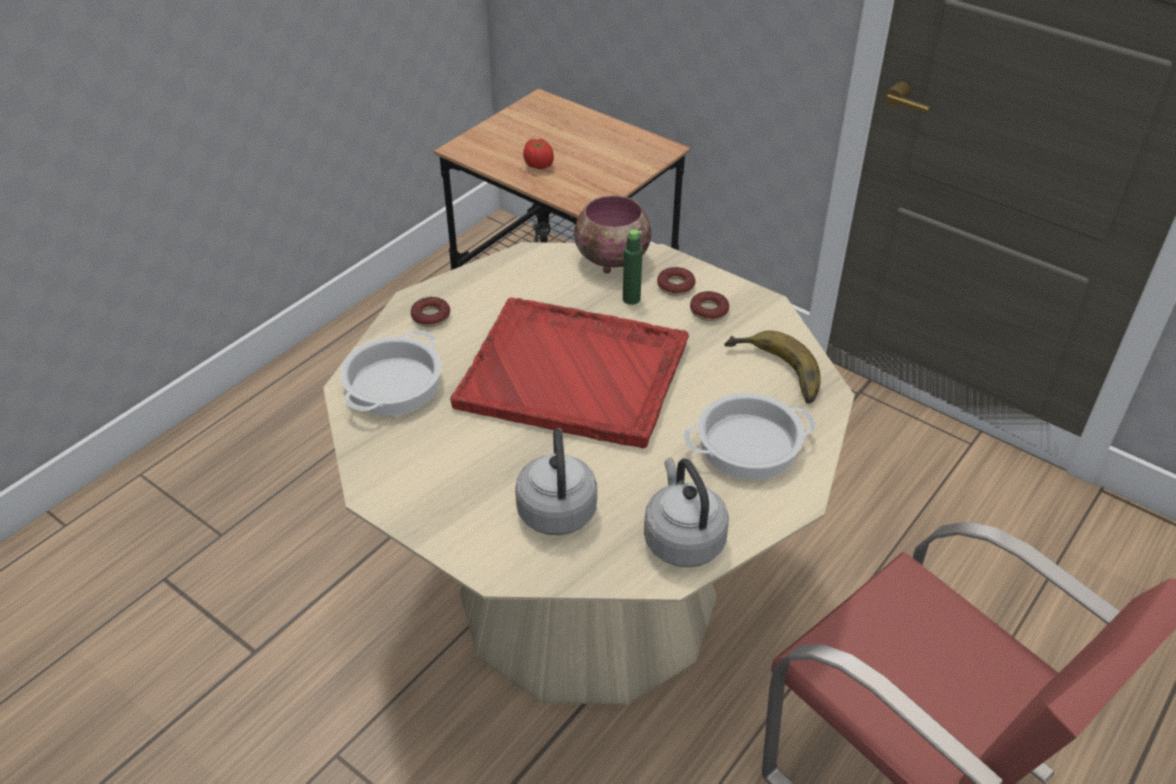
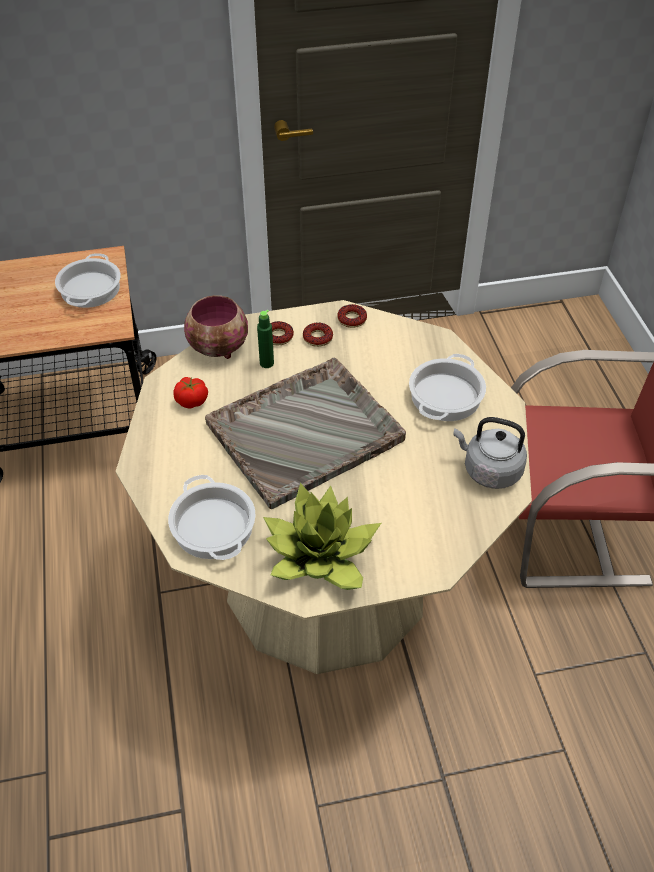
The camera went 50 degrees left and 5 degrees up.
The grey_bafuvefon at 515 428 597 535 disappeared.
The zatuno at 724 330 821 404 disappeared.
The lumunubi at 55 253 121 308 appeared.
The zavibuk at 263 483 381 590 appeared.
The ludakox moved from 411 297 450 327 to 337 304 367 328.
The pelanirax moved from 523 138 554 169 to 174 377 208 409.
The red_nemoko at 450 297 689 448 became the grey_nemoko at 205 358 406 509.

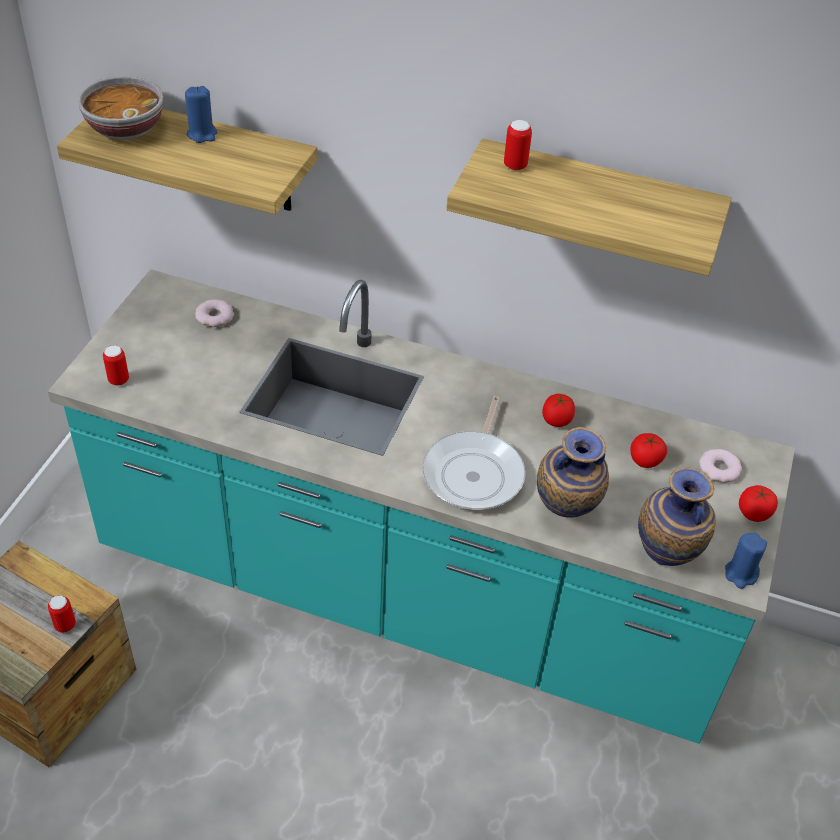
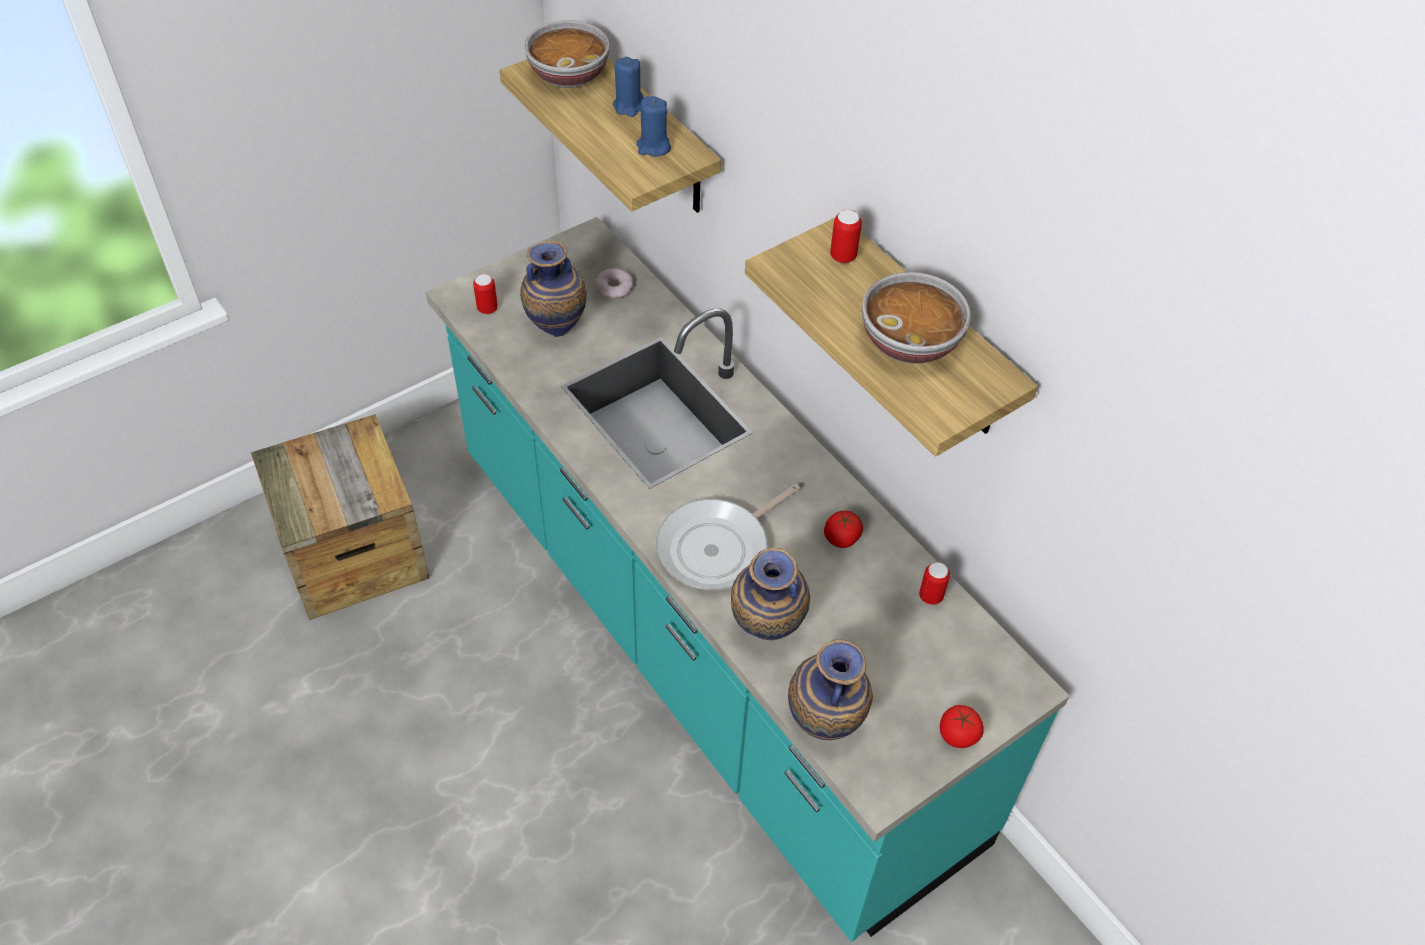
The camera went 35 degrees right and 5 degrees up.
The pelanirax at 630 433 667 468 disappeared.
The ludakox at 699 449 742 483 disappeared.
The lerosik at 520 241 587 337 appeared.
The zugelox at 862 272 971 364 appeared.
The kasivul moved from 48 595 76 633 to 919 562 950 605.
The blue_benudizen moved from 725 533 767 589 to 636 96 671 157.

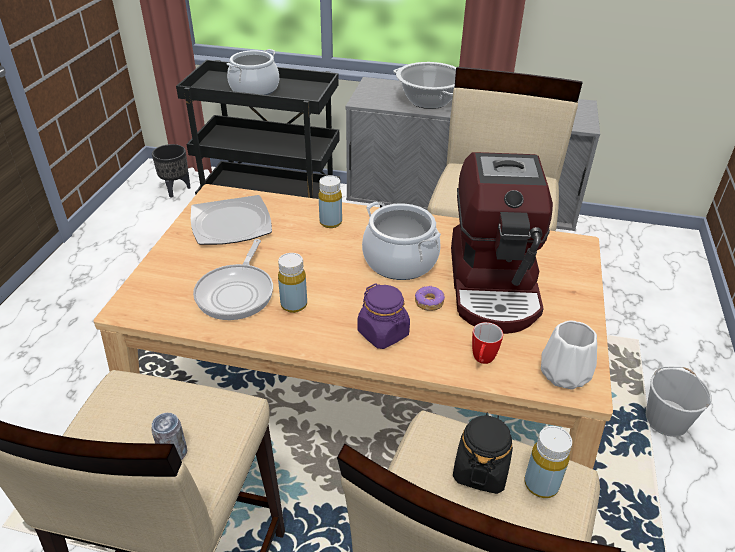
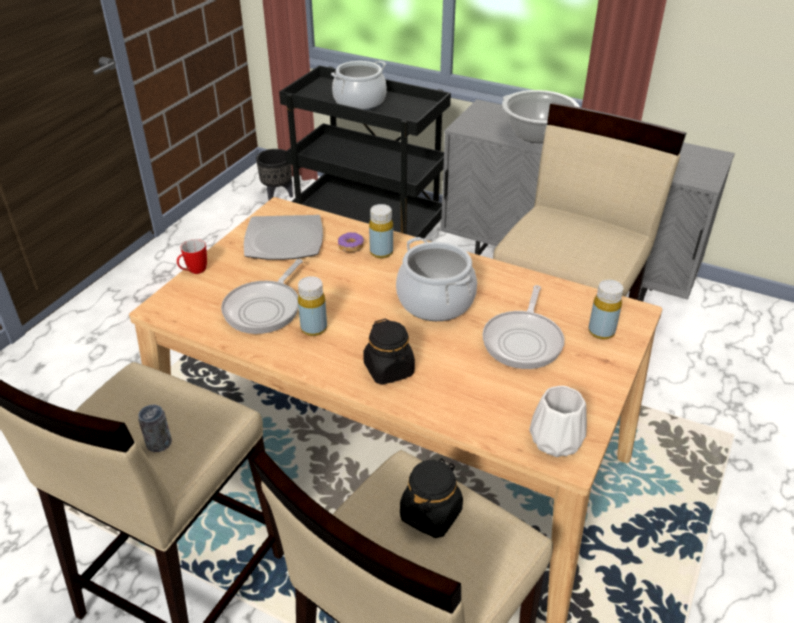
The camera went 15 degrees right and 0 degrees up.
The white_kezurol at 646 367 712 437 disappeared.
The ludakox moved from 415 286 445 311 to 338 232 364 253.
The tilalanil moved from 472 322 503 364 to 177 239 207 274.
The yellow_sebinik moved from 524 426 572 498 to 588 280 624 340.
The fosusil at 451 152 553 334 was replaced by the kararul at 482 285 564 369.
The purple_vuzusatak at 357 283 410 349 became the black_vuzusatak at 363 319 415 385.

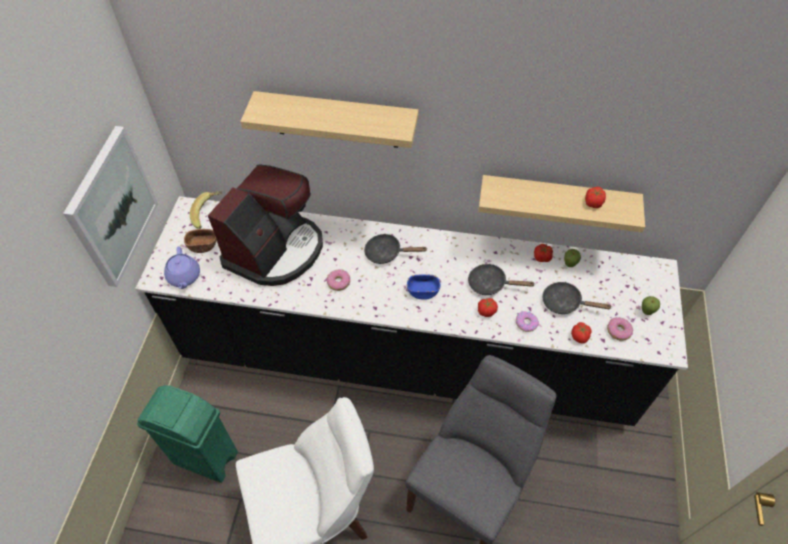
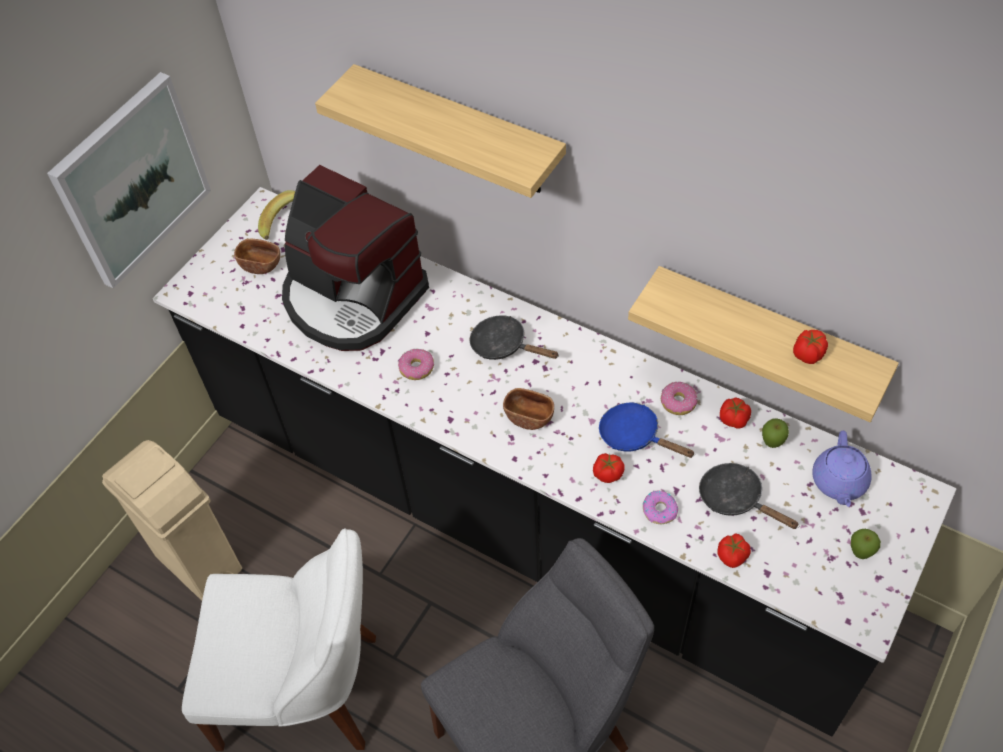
The camera went 25 degrees right and 0 degrees up.
The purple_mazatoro moved from 164 246 200 289 to 812 431 872 507.
The ludakox moved from 607 317 633 341 to 661 382 698 415.
The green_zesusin at 137 385 238 483 became the beige_zesusin at 102 440 242 601.
The blue_zugelox at 407 274 440 300 became the brown_zugelox at 503 388 554 430.
The black_kararul at 468 264 534 295 became the blue_kararul at 599 403 695 458.
The fosusil at 208 164 323 286 turned 75 degrees clockwise.

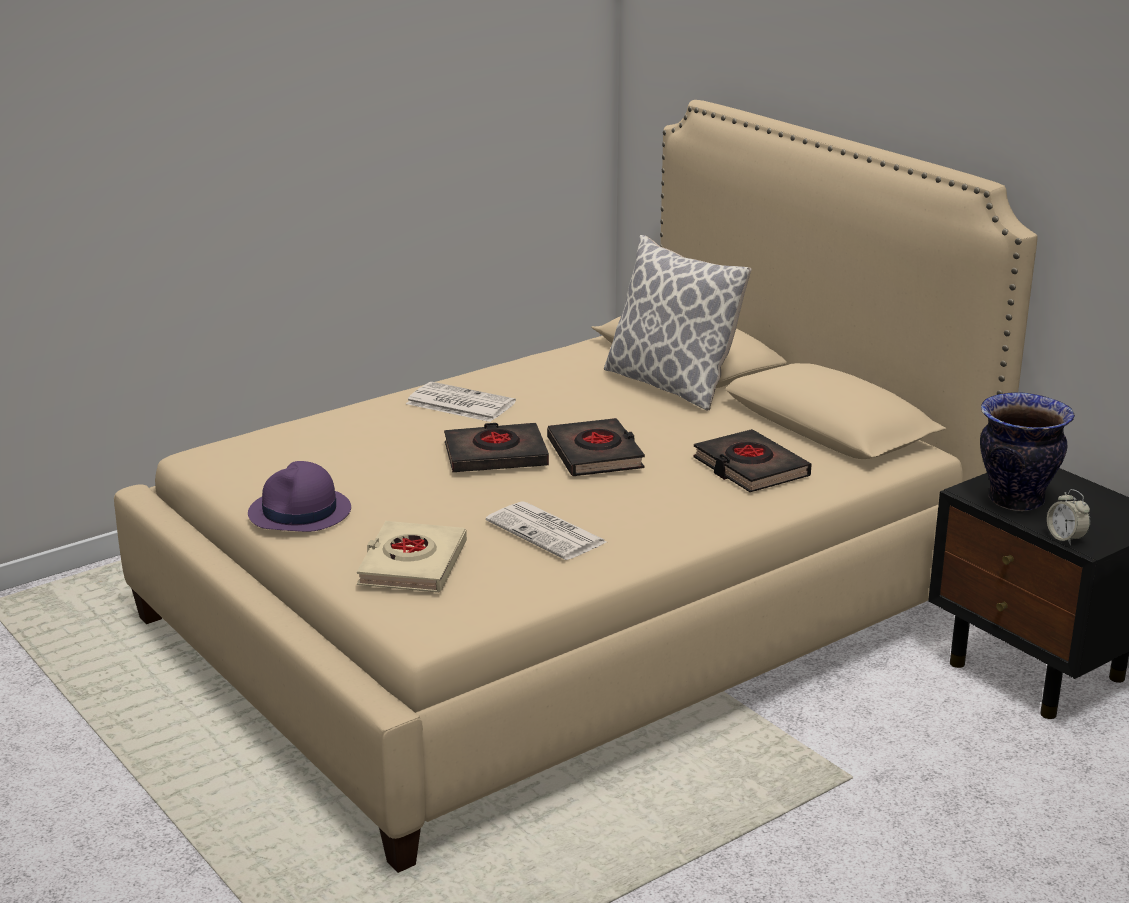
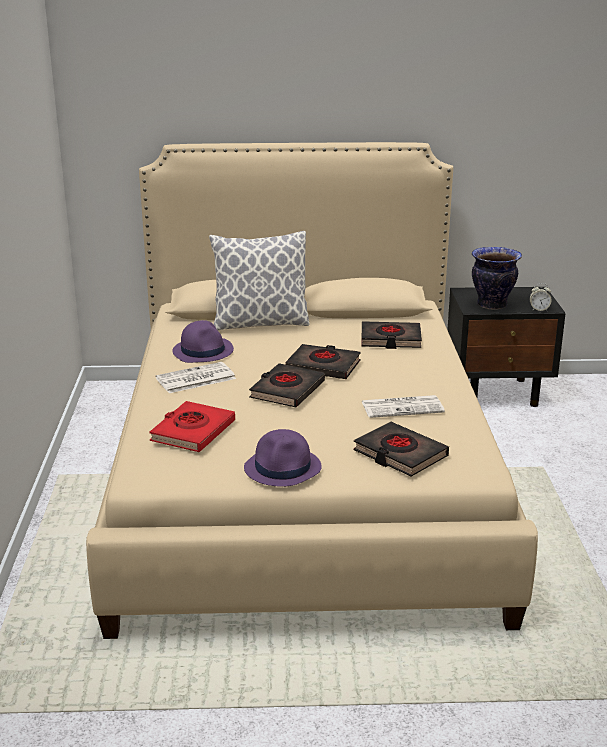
The camera went 55 degrees left and 0 degrees up.
The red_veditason at 150 401 235 452 appeared.
The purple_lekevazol at 172 320 234 363 appeared.
The beige_veditason at 357 521 467 593 became the black_veditason at 354 422 449 477.

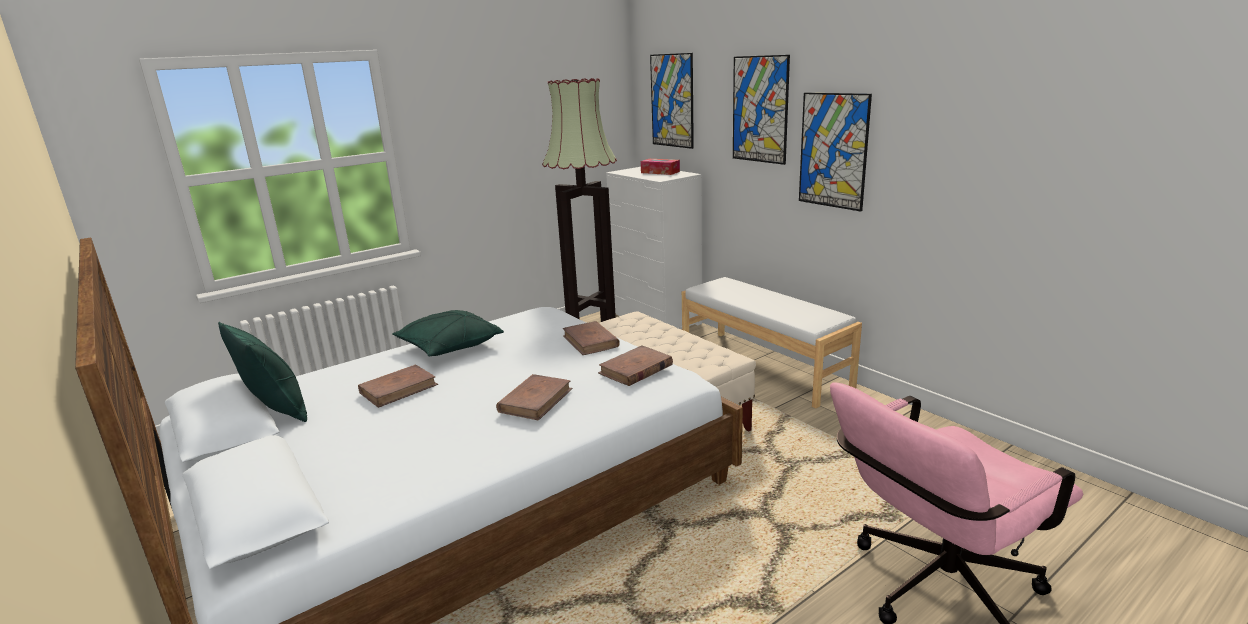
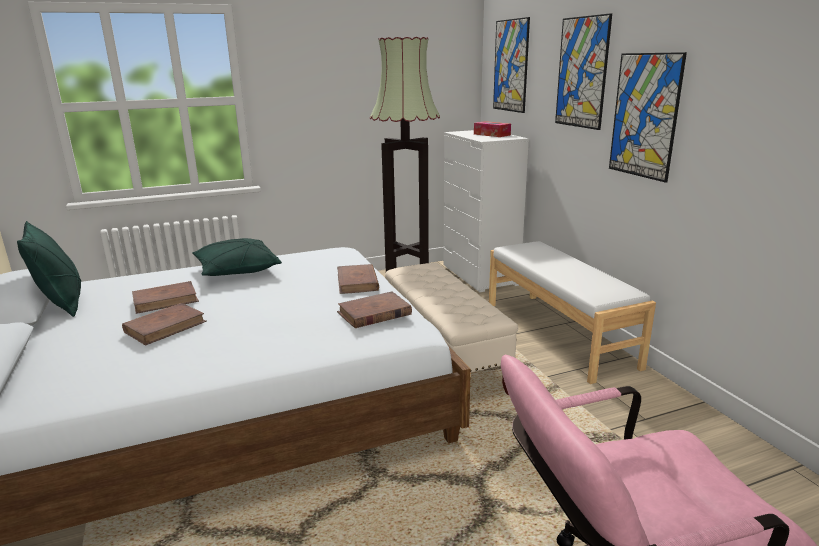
The camera went 15 degrees right and 0 degrees up.
The brown_veditason moved from 496 374 573 420 to 122 303 207 345.

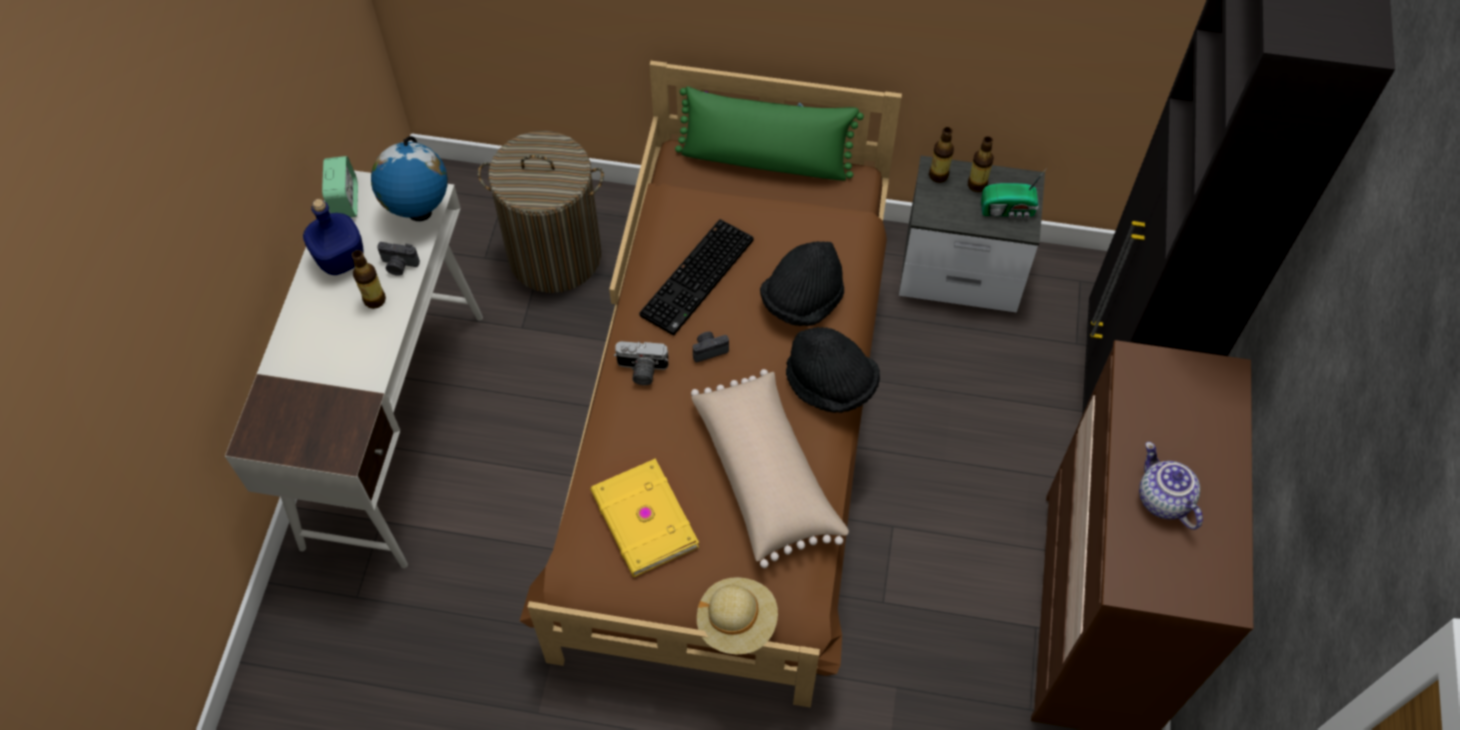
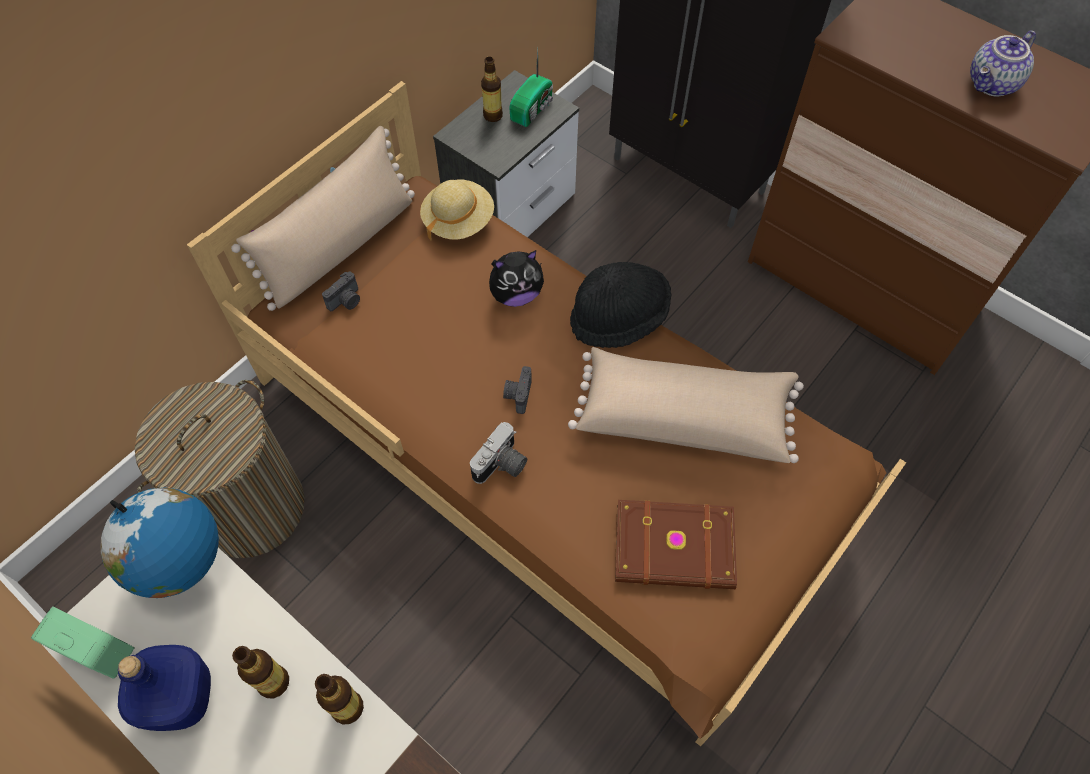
The camera went 60 degrees left and 0 degrees up.
The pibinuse at 639 219 754 336 disappeared.
The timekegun moved from 377 242 420 276 to 322 271 360 311.
The beige_lekevazol moved from 697 577 778 654 to 420 179 494 241.
The sebinik moved from 929 127 954 183 to 315 674 364 725.
The black_lekevazol at 760 241 844 326 was replaced by the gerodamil at 489 250 544 307.
The yellow_veditason at 590 459 699 577 became the brown_veditason at 615 500 737 589.
The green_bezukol at 675 86 864 181 became the beige_bezukol at 231 126 415 311.
The mazatoro at 1139 442 1203 530 turned 45 degrees counterclockwise.

